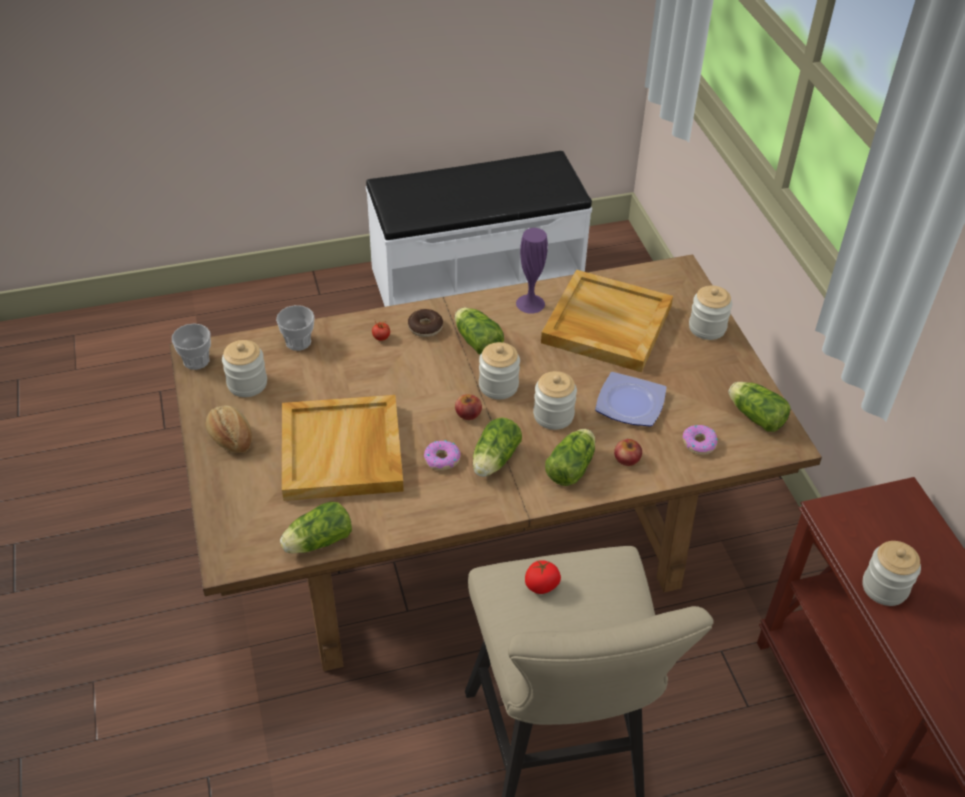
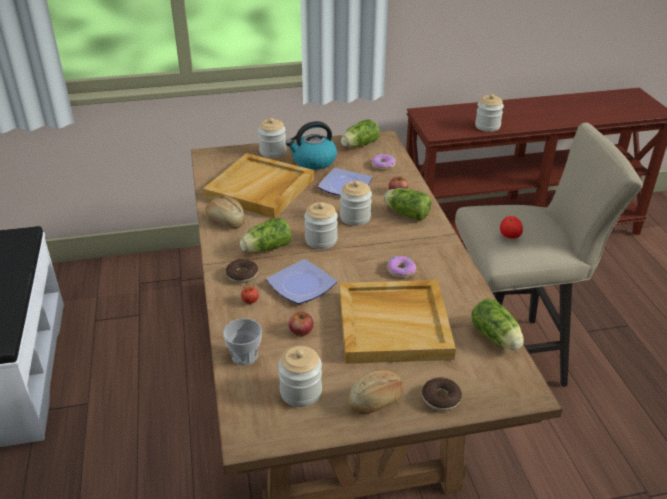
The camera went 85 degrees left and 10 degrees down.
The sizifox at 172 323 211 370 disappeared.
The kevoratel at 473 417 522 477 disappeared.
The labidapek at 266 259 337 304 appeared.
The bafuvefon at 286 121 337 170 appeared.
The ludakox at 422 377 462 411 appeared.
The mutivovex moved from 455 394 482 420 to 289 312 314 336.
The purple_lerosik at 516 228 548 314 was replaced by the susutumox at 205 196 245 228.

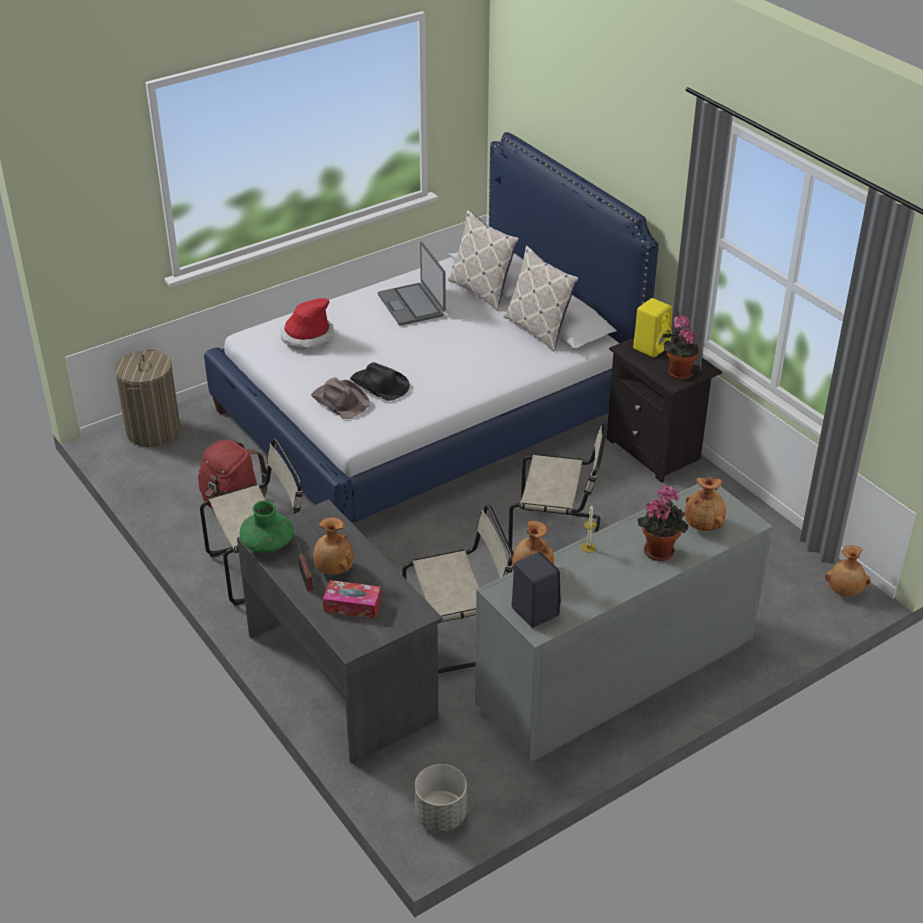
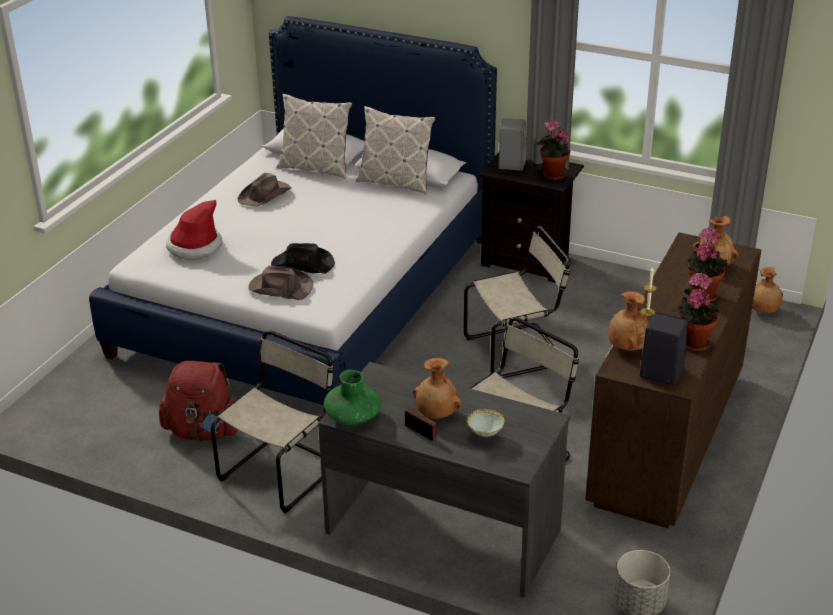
The camera went 30 degrees left and 5 degrees down.
The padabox at 114 349 181 447 disappeared.
The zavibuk at 676 273 720 351 appeared.
The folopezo at 323 580 381 619 was replaced by the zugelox at 467 409 505 437.
The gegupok at 378 242 446 326 was replaced by the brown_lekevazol at 238 173 292 206.
The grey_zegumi at 475 484 773 762 became the brown_zegumi at 585 232 761 528.
The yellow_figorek at 633 298 672 357 became the grey_figorek at 498 118 527 171.

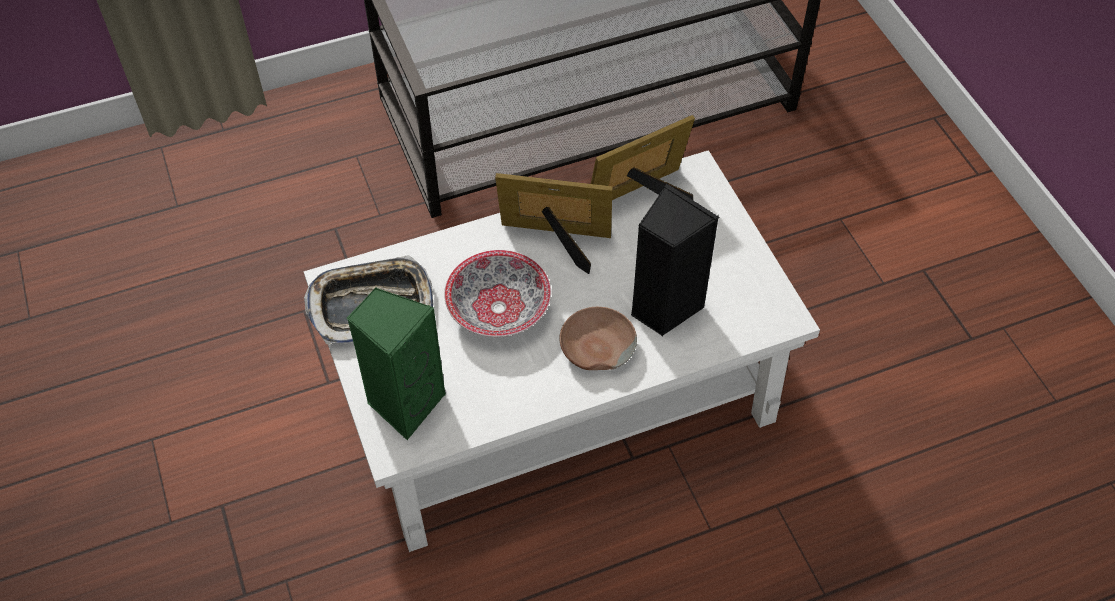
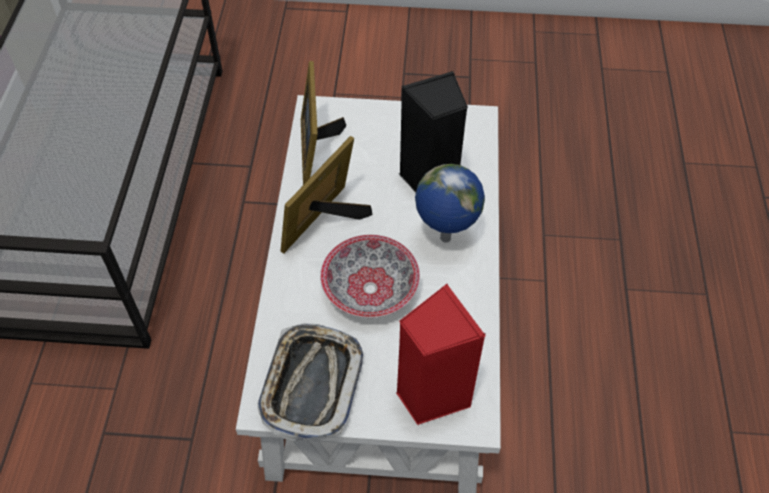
The camera went 65 degrees left and 0 degrees up.
The brown_zugelox at 559 307 637 370 was replaced by the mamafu at 415 164 485 243.
The green_figorek at 347 288 446 440 became the red_figorek at 396 284 486 425.

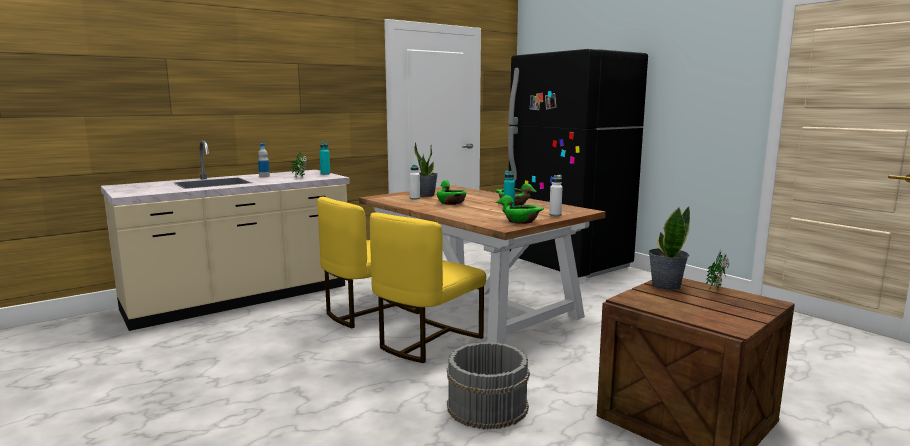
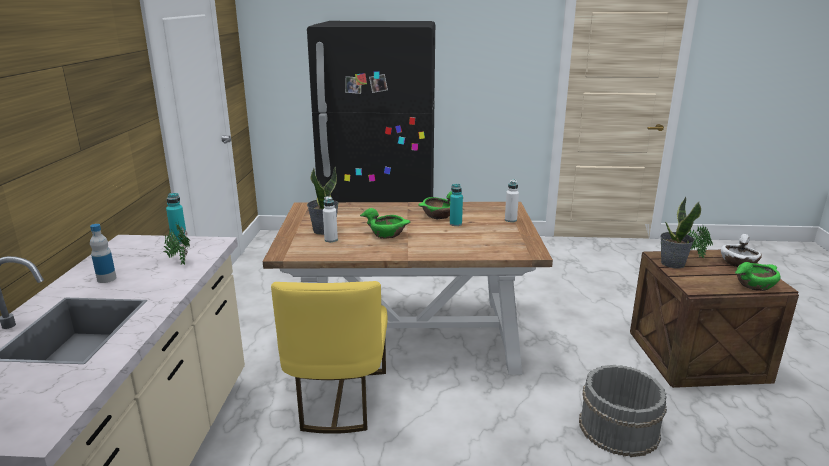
The camera went 50 degrees left and 10 degrees up.
The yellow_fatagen at 370 212 486 363 disappeared.
The white_zugelox at 721 234 762 267 appeared.
The green_zugelox moved from 496 195 544 224 to 735 262 781 291.

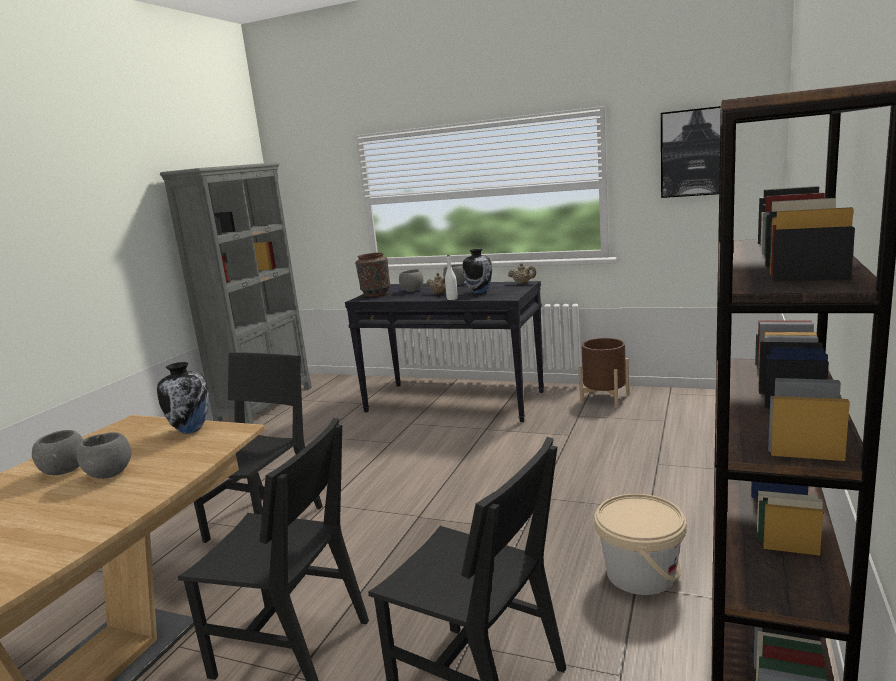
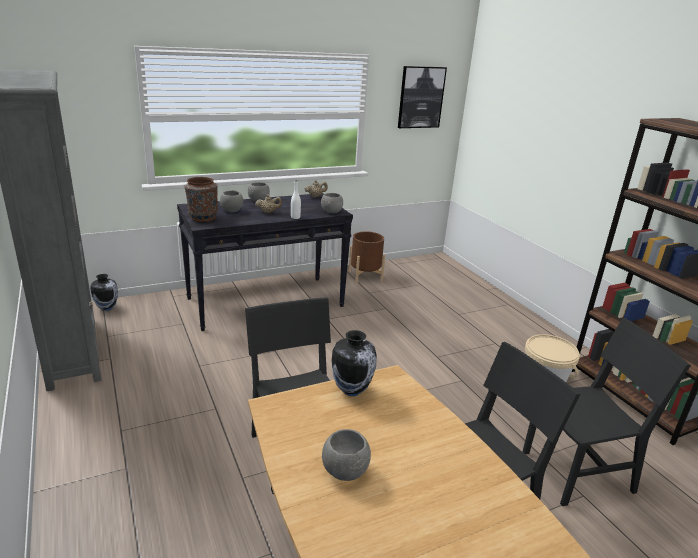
The camera went 50 degrees left and 10 degrees up.
The grey_zugelox moved from 77 432 131 479 to 321 193 343 213.
The lerosik moved from 463 249 492 294 to 90 274 118 311.

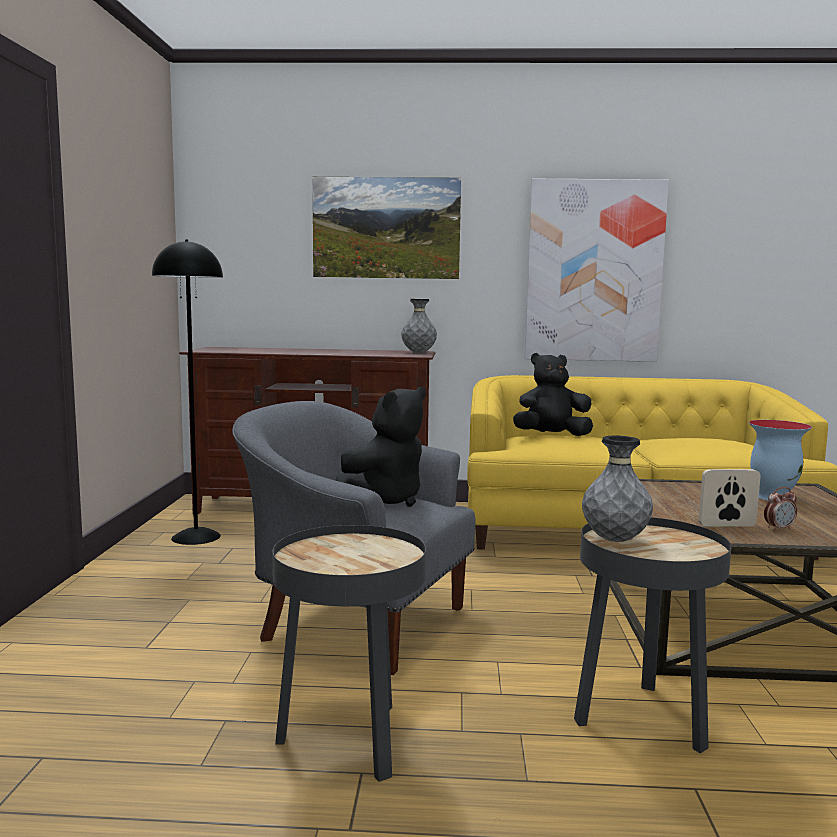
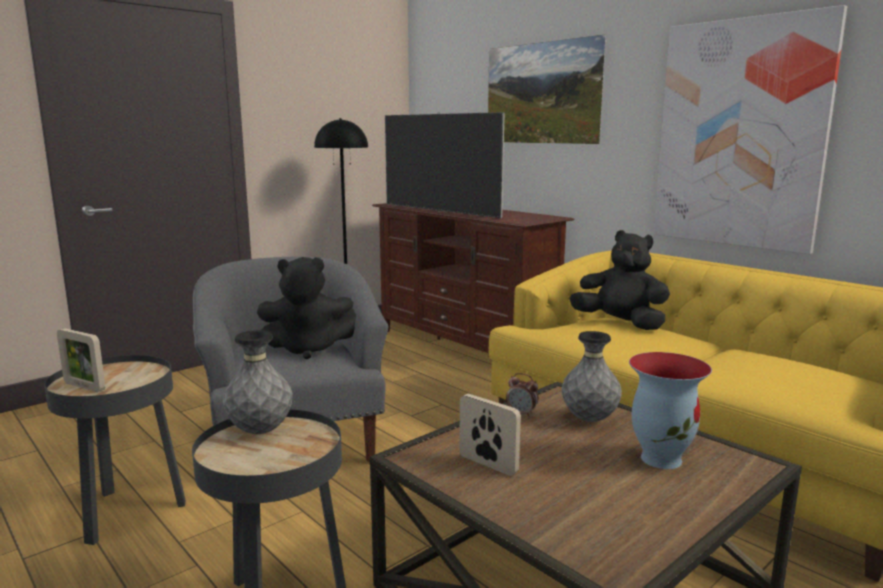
The camera went 45 degrees right and 5 degrees up.
The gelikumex at 57 328 105 392 appeared.
The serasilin at 385 112 505 218 appeared.
The grey_lerosik moved from 401 299 437 353 to 562 331 622 422.
The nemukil moved from 764 487 797 531 to 506 373 538 417.

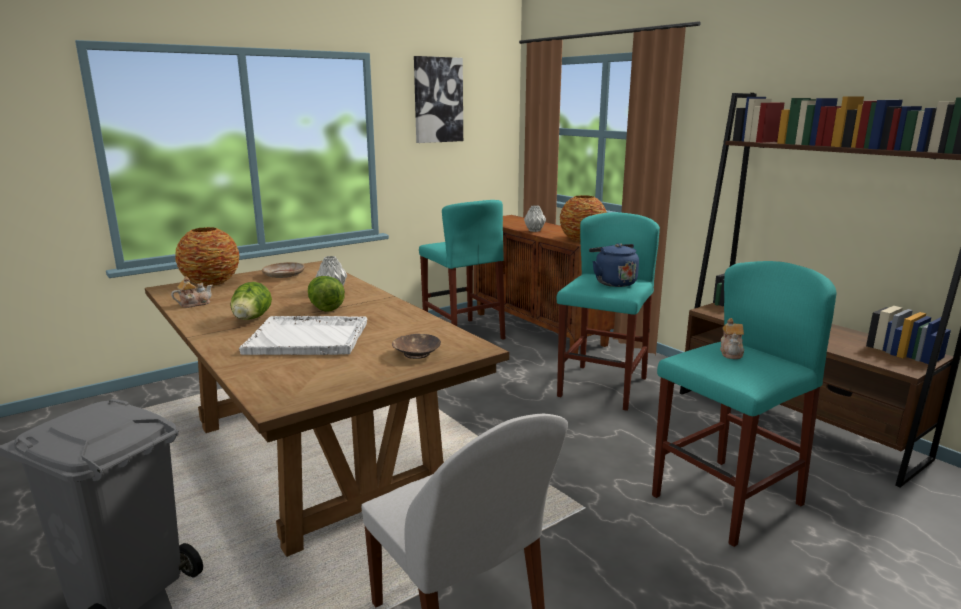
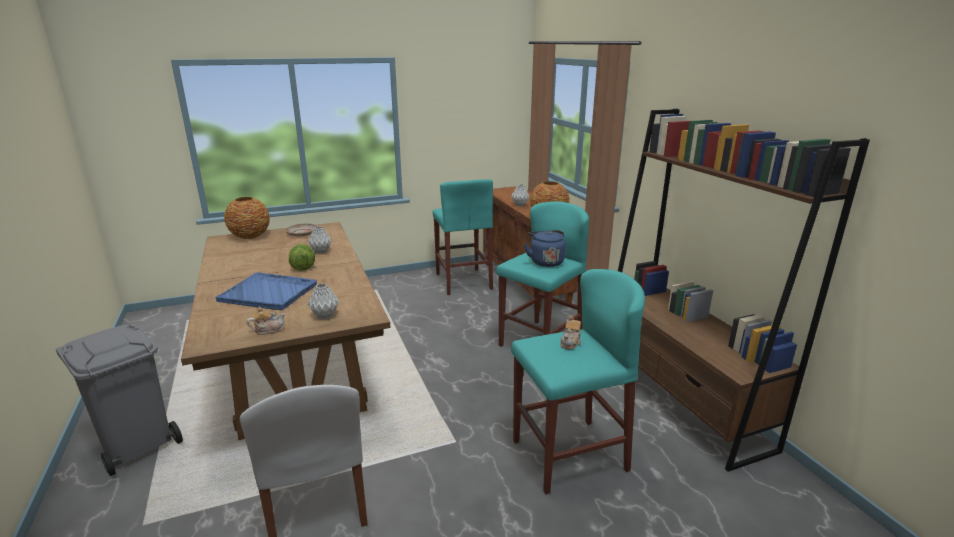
The camera went 15 degrees right and 5 degrees up.
The kevoratel at 230 282 272 320 disappeared.
The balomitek at 414 56 463 143 disappeared.
The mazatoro moved from 171 276 213 308 to 247 307 285 335.
The brown_zugelox at 392 334 441 359 was replaced by the grey_lerosik at 308 283 339 319.
The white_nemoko at 239 316 367 355 became the blue_nemoko at 215 272 317 310.

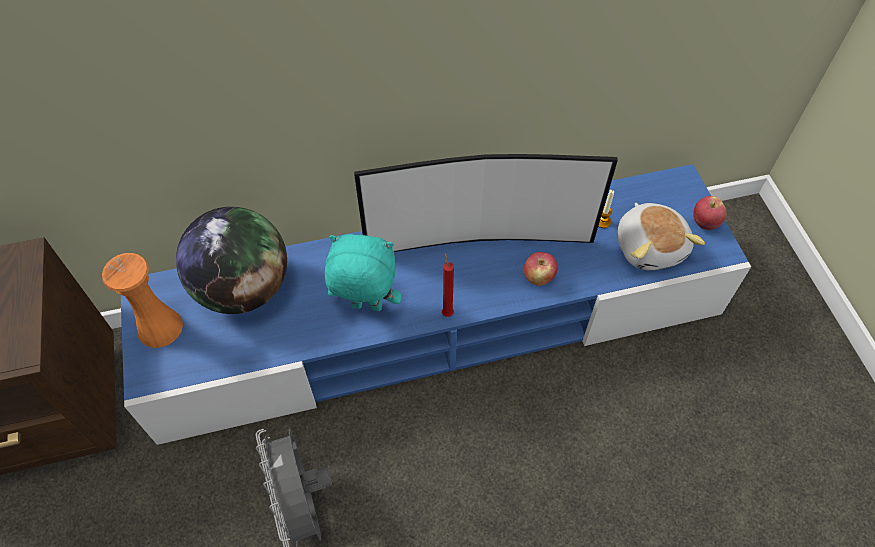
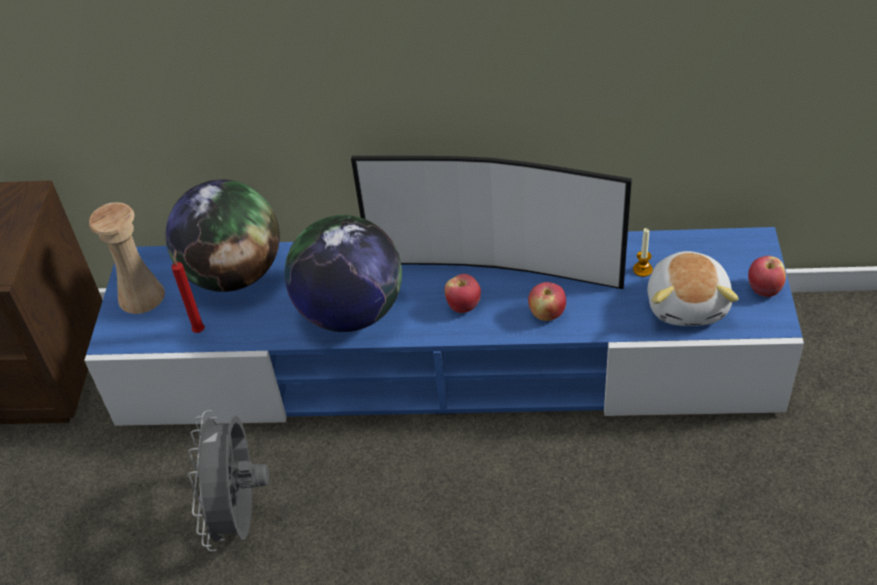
The camera went 20 degrees right and 10 degrees down.
The mutivovex at 445 274 481 313 appeared.
The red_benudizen moved from 442 252 454 317 to 171 250 205 333.
The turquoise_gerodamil at 325 234 401 311 was replaced by the mamafu at 285 215 402 332.
The orange_lerosik at 102 253 183 348 became the beige_lerosik at 89 202 165 314.

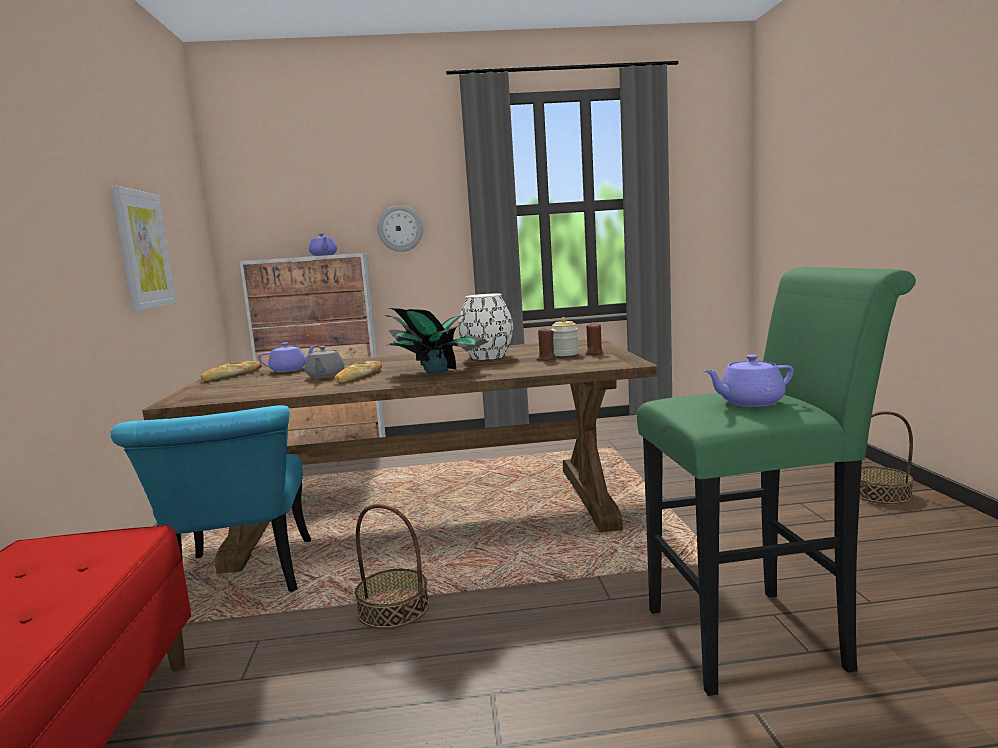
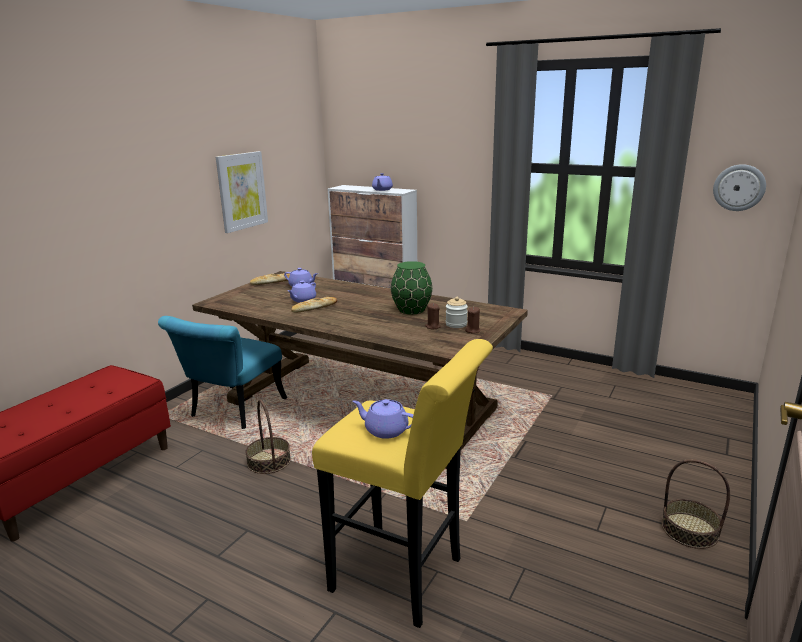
The camera went 35 degrees right and 10 degrees up.
The zavibuk at 386 308 488 374 disappeared.
The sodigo moved from 378 205 423 252 to 713 164 766 211.
The grey_mazatoro at 305 346 345 378 became the purple_mazatoro at 288 281 316 303.
The white_lerosik at 458 294 513 360 became the green_lerosik at 391 261 432 314.
The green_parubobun at 637 267 916 696 became the yellow_parubobun at 312 339 493 628.

